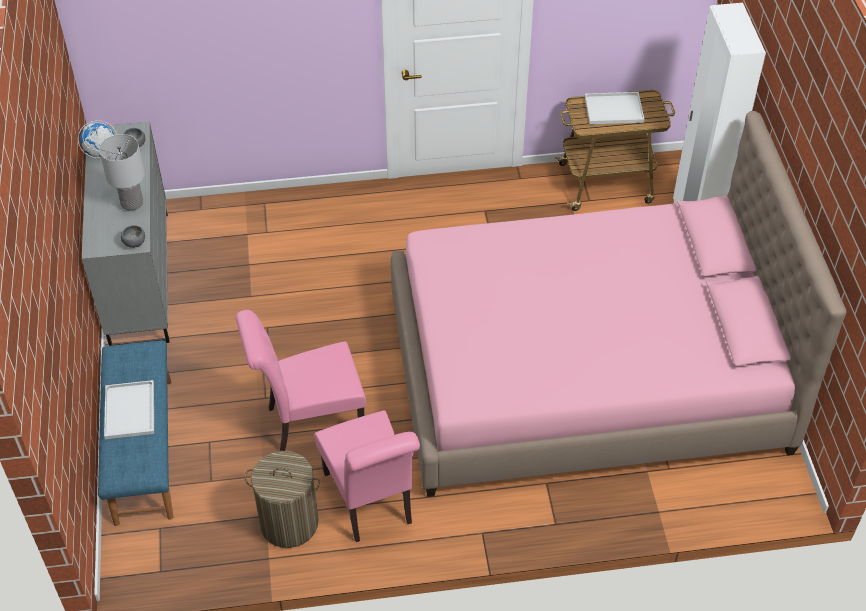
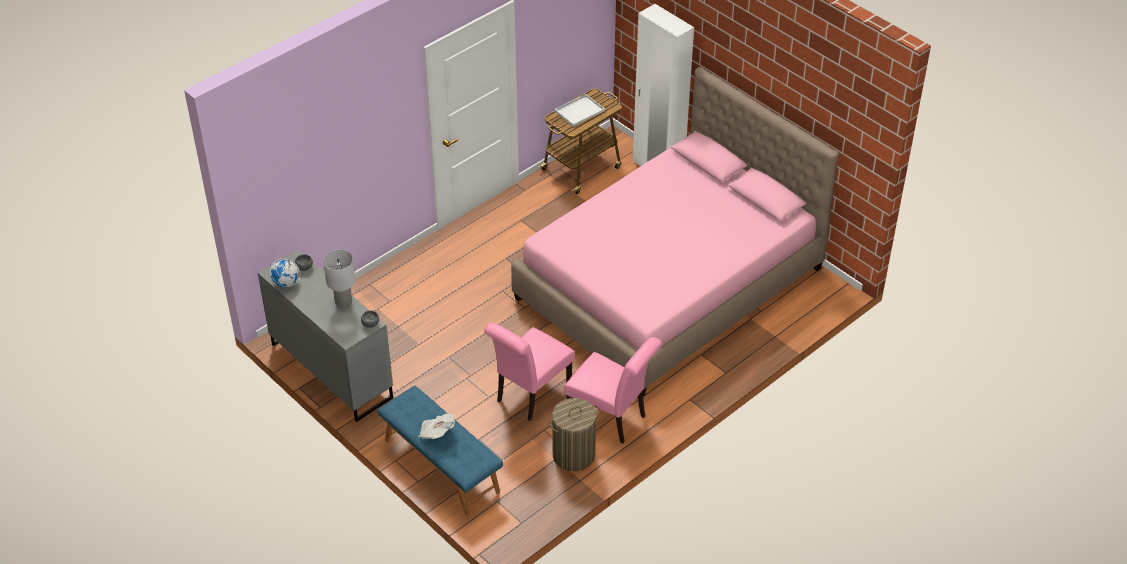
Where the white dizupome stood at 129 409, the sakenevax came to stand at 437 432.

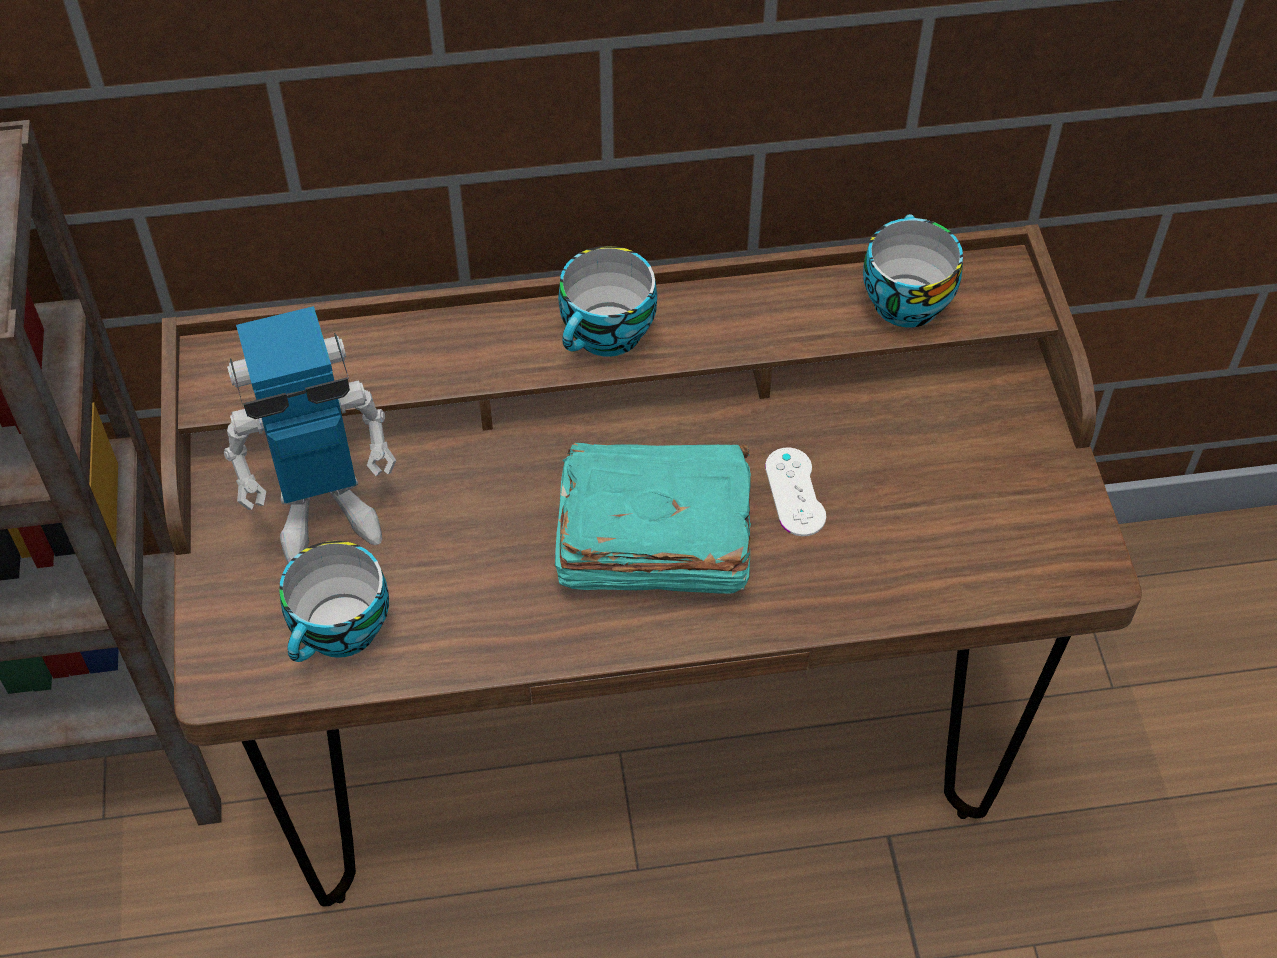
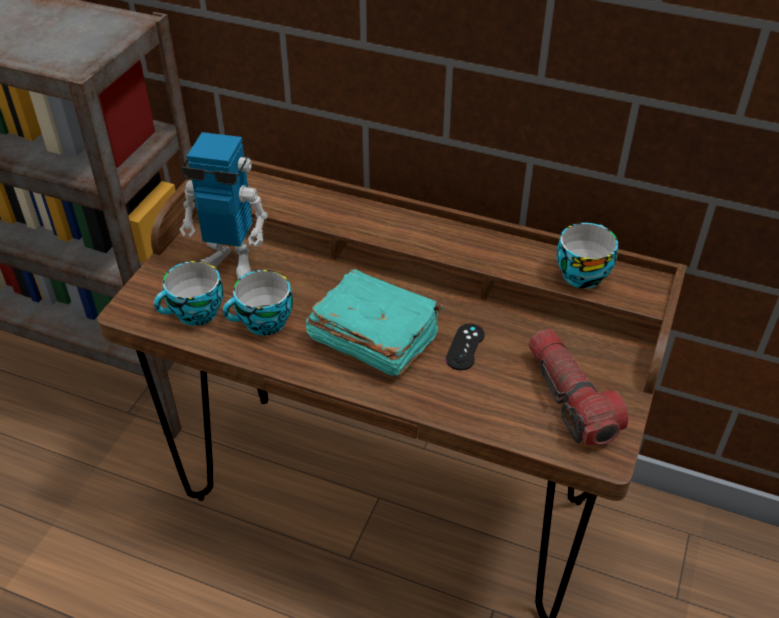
The second view gained the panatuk at 570 398.
The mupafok ended up elsewhere, having gone from 607 336 to 263 323.
What was the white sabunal at 795 492 turned into the black sabunal at 465 347.

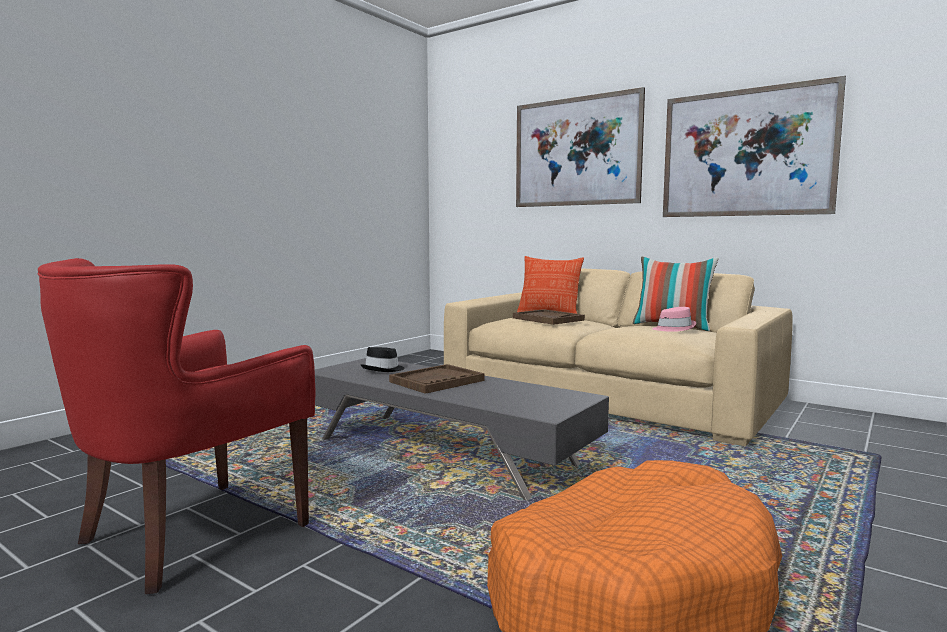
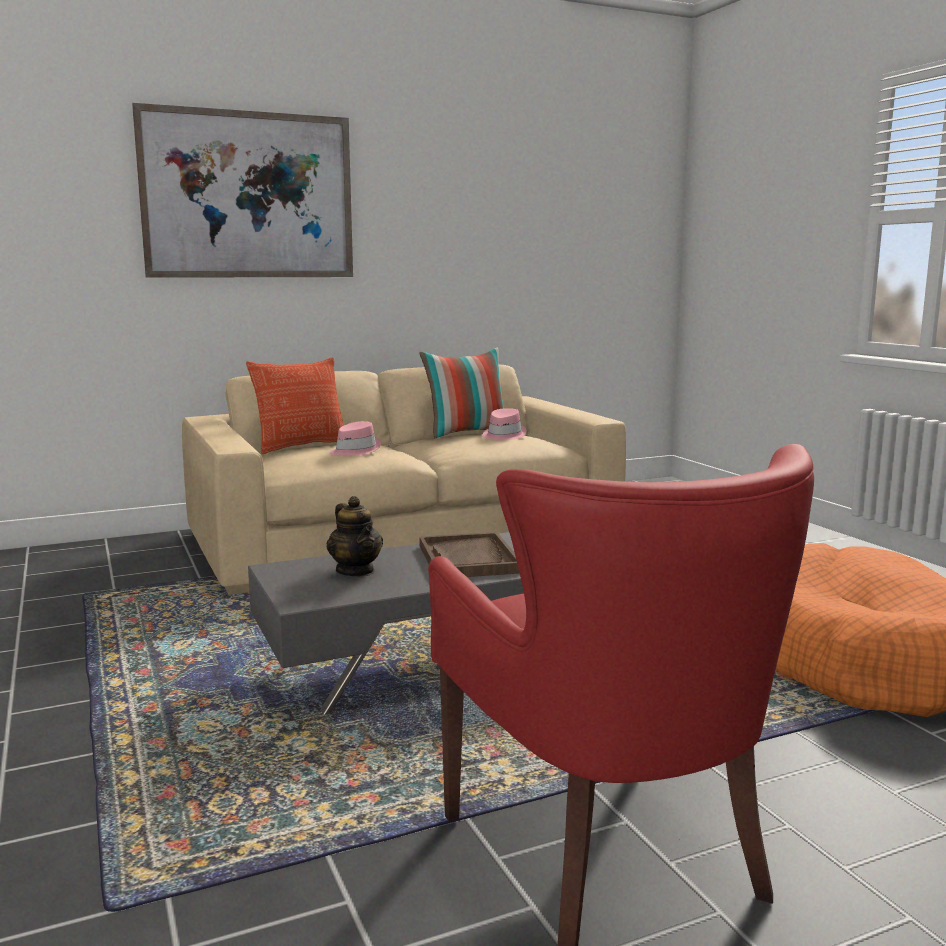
The second view lost the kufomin at 746 153.
Where the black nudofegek stood at 383 369, the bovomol came to stand at 356 571.
Where the brown dizupome stood at 547 319, the pink nudofegek came to stand at 354 451.

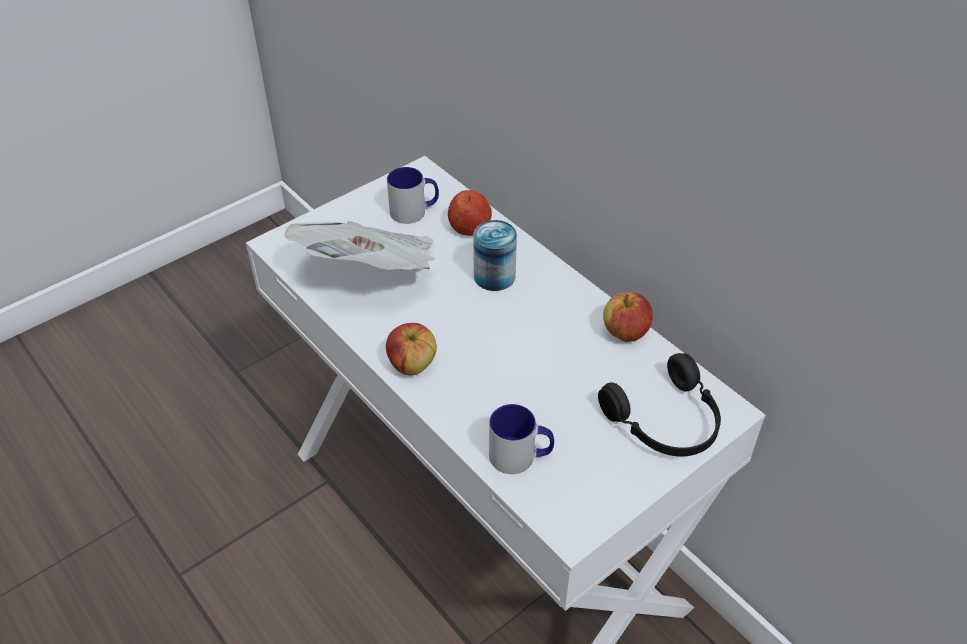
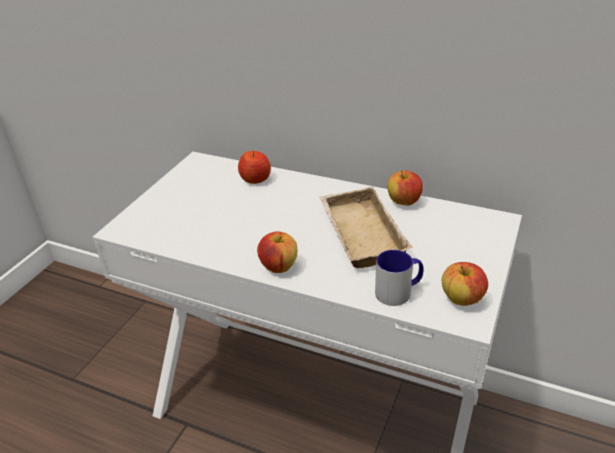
The second view lost the sakenevax at 372 273.
The second view lost the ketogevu at 414 211.
The second view lost the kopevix at 494 276.
The second view lost the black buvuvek at 666 422.
The second view gained the beige dizupome at 358 233.
The second view gained the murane at 462 299.

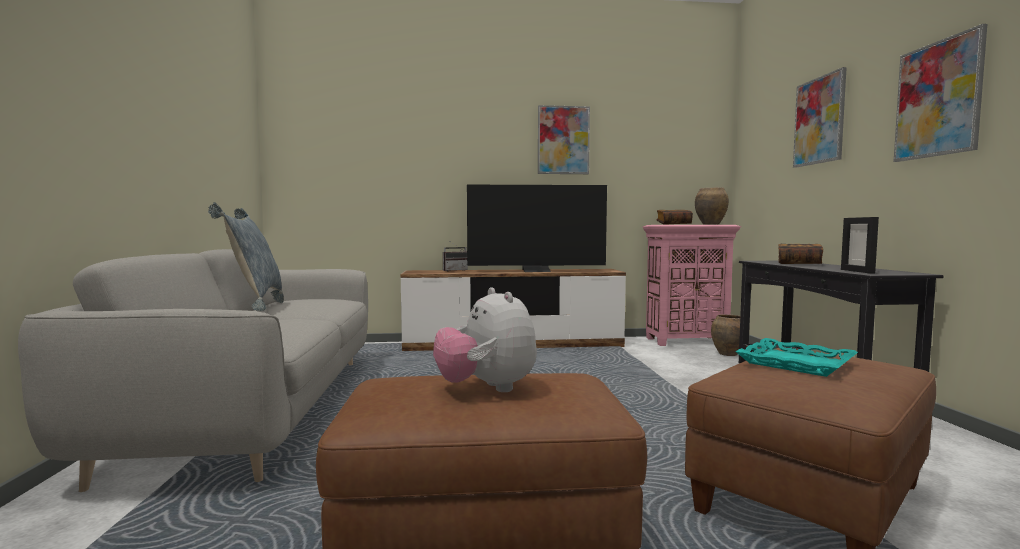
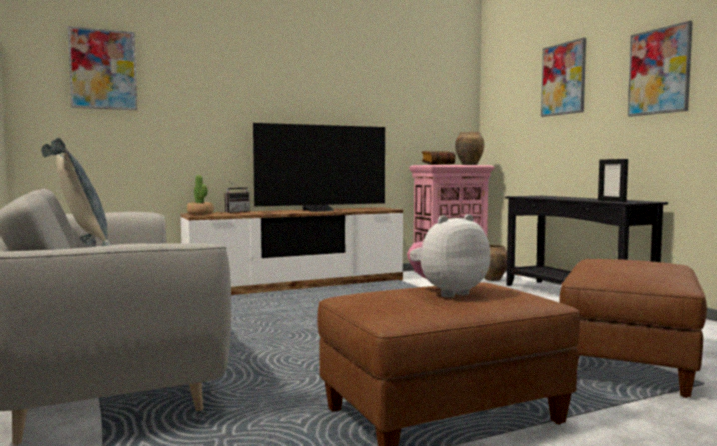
The second view lost the turquoise dizupome at 795 363.
The second view lost the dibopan at 799 263.
The second view gained the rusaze at 200 214.
The kufomin ended up elsewhere, having gone from 563 140 to 103 69.
The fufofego at 486 388 ended up facing another way, 105 degrees clockwise from before.

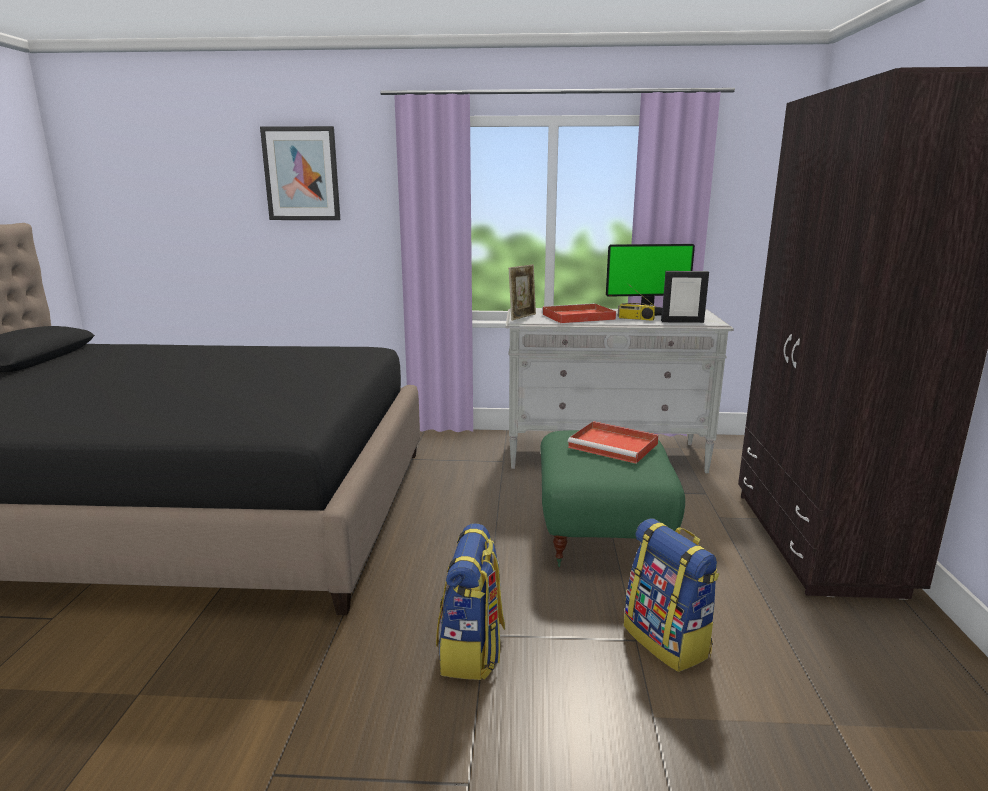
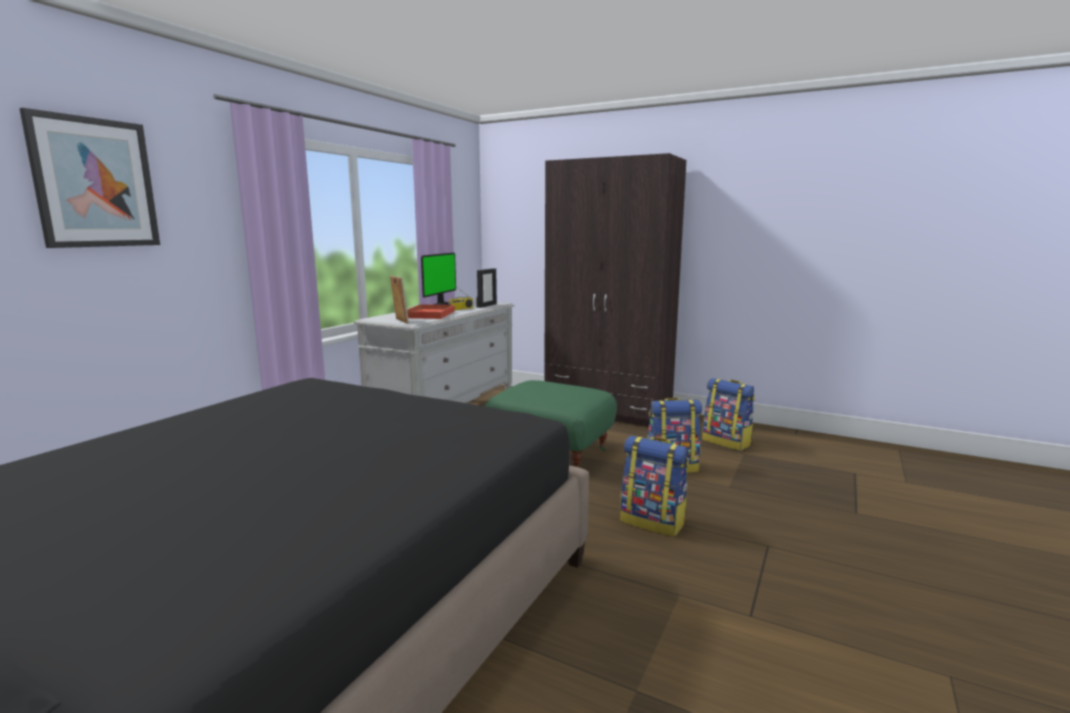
The second view lost the red dizupome at 615 446.
The second view gained the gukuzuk at 727 442.

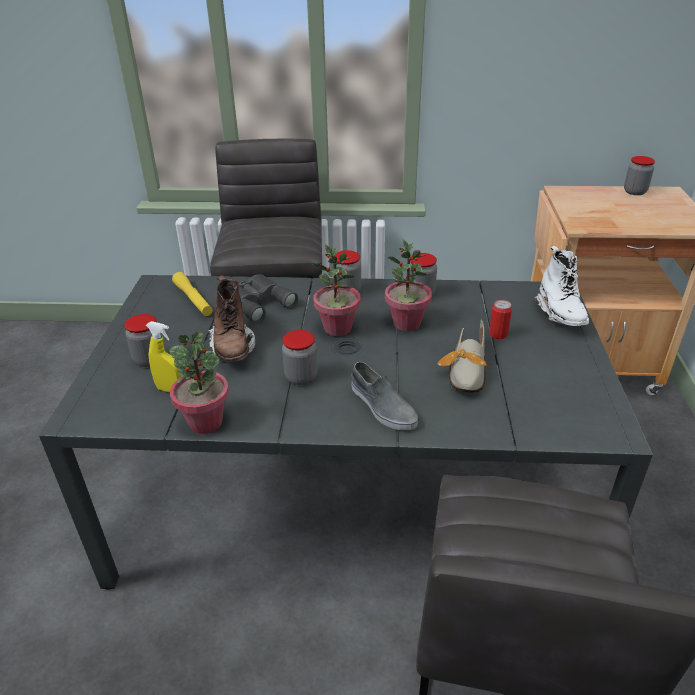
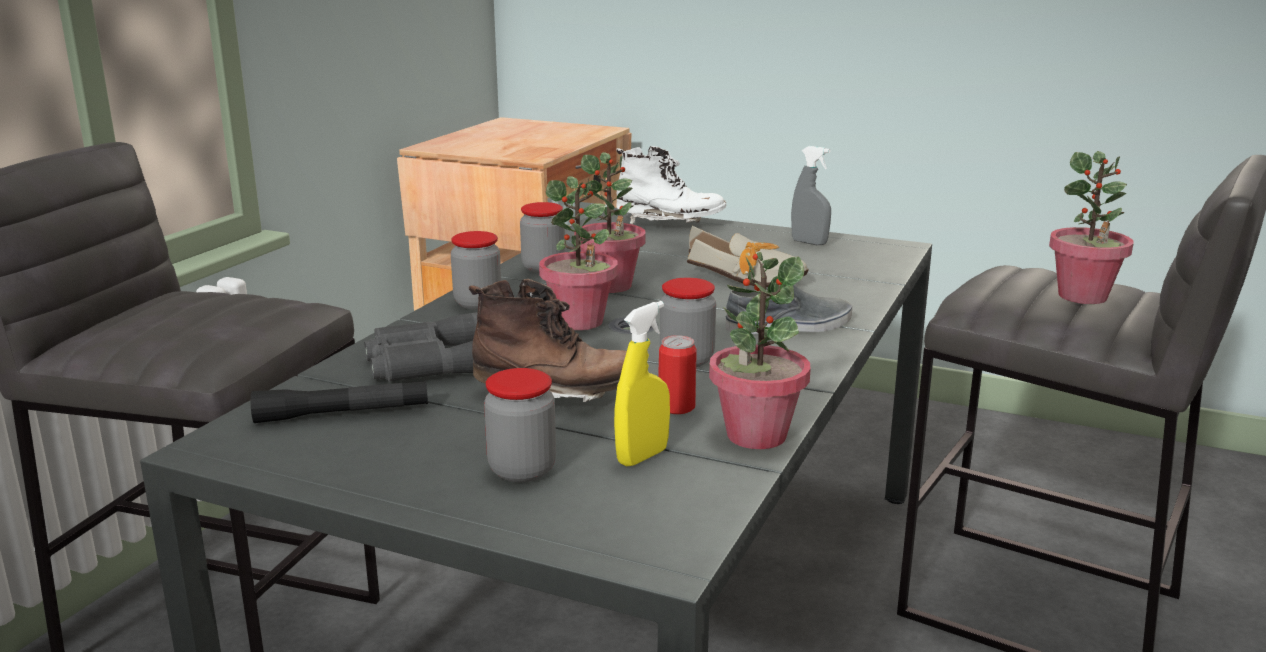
The second view lost the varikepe at 634 192.
The second view gained the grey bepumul at 809 242.
The second view gained the rusaze at 1083 296.
The kopevix ended up elsewhere, having gone from 498 334 to 676 407.
What was the yellow panatuk at 193 300 turned into the black panatuk at 342 414.

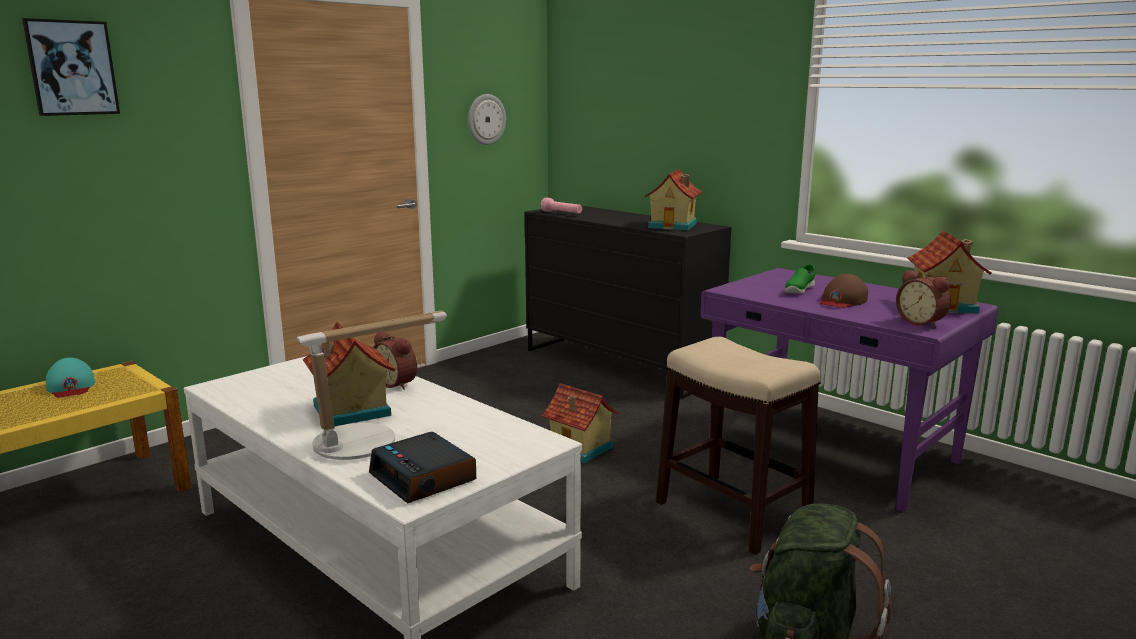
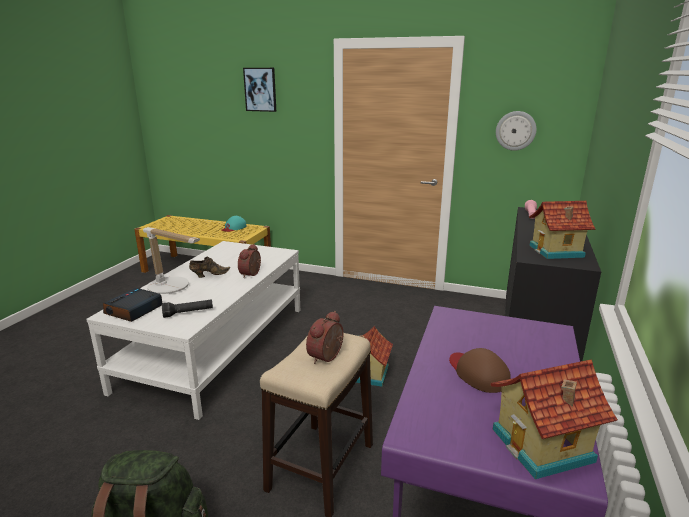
The second view lost the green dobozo at 799 291.
The second view gained the black panatuk at 188 313.
The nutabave ended up elsewhere, having gone from 921 322 to 327 357.
Where the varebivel stood at 349 411, the brown dobozo came to stand at 209 275.
The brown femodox at 842 301 ended up facing another way, 45 degrees clockwise from before.

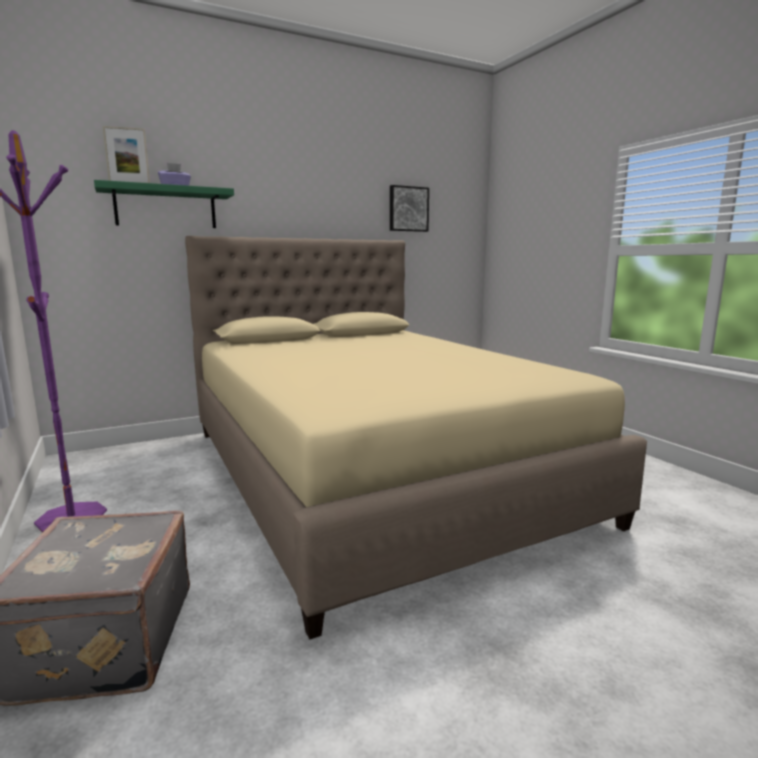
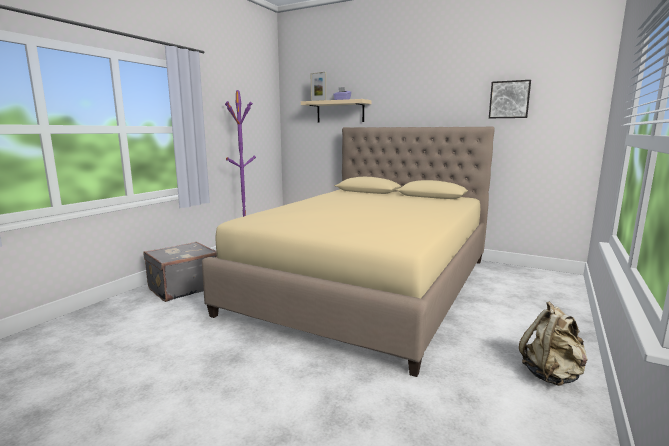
The second view gained the beige gukuzuk at 551 375.
What was the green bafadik at 166 208 turned into the beige bafadik at 340 111.

